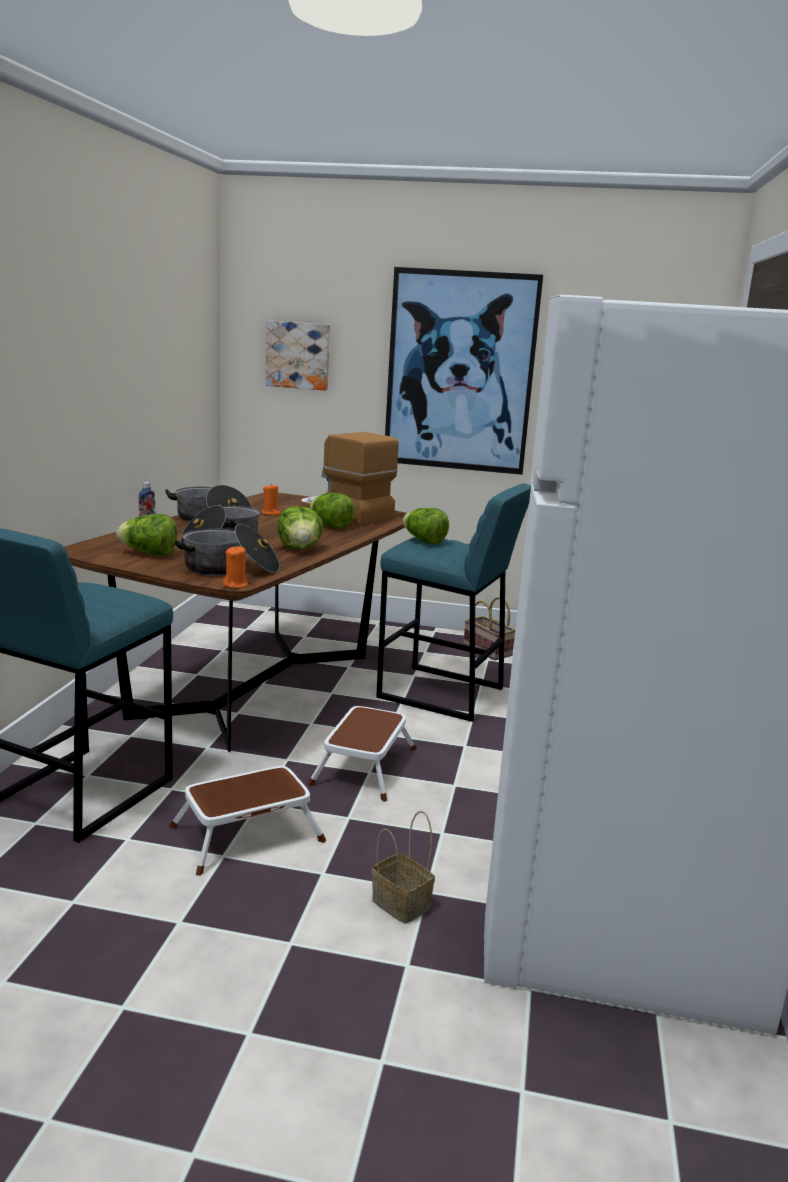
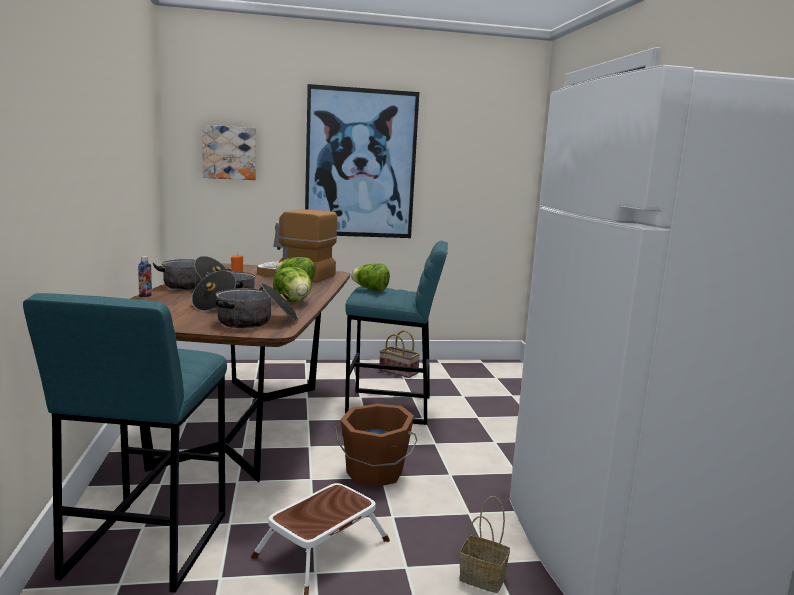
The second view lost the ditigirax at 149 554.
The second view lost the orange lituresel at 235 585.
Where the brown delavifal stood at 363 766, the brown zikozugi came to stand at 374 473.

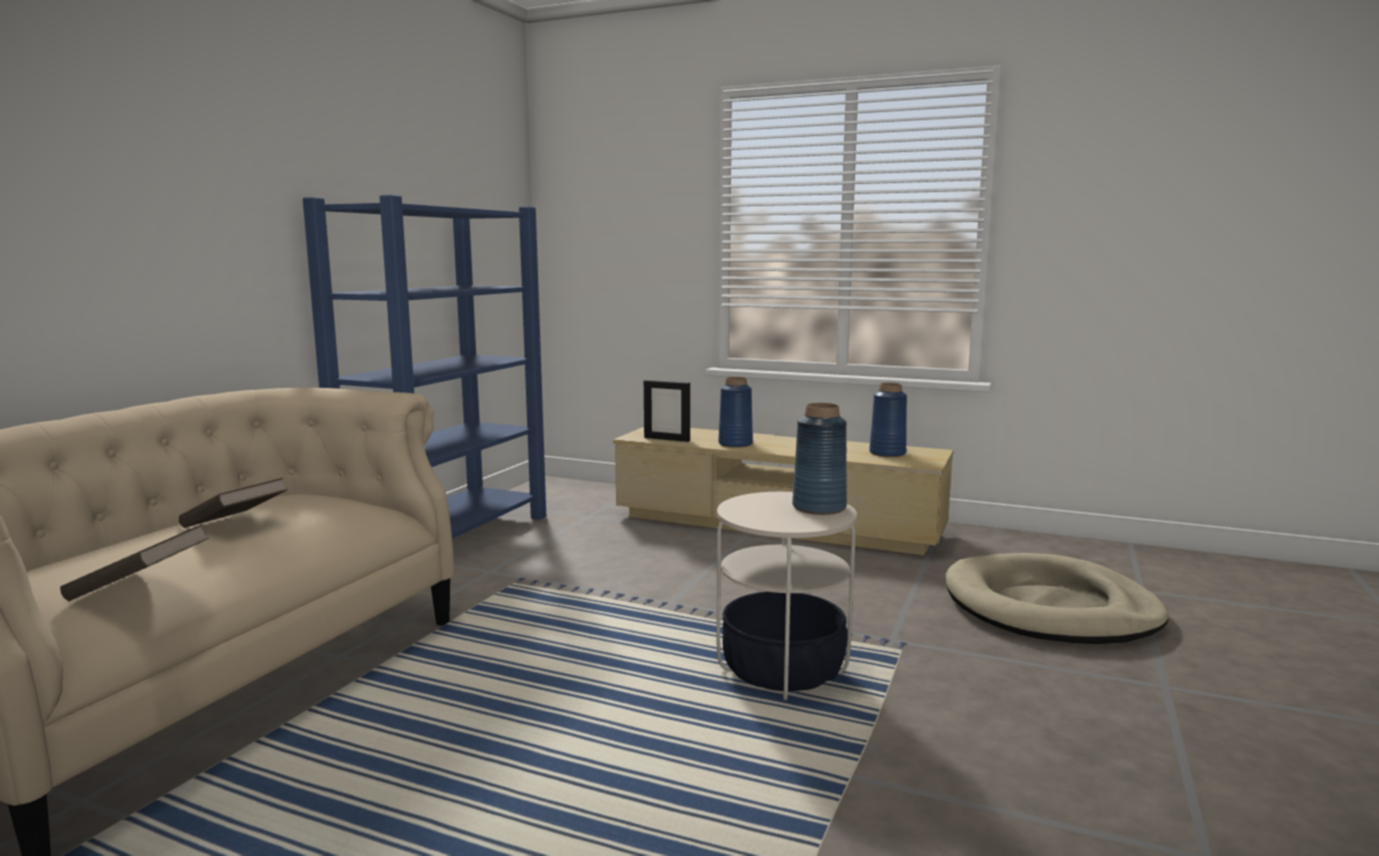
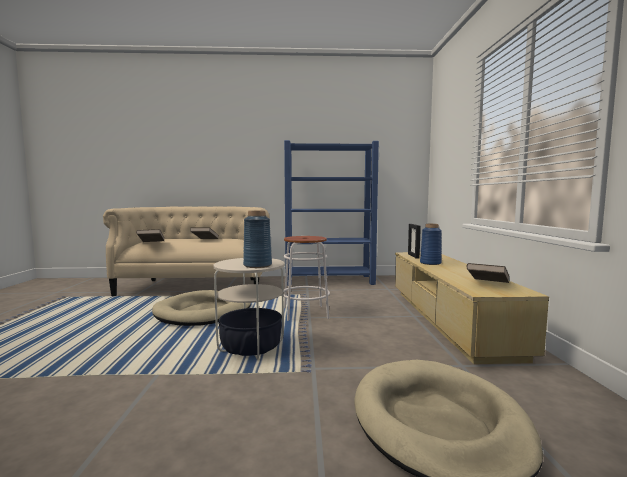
The second view gained the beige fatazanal at 203 312.
The second view gained the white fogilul at 305 313.
Where the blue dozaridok stood at 887 453, the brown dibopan came to stand at 487 284.

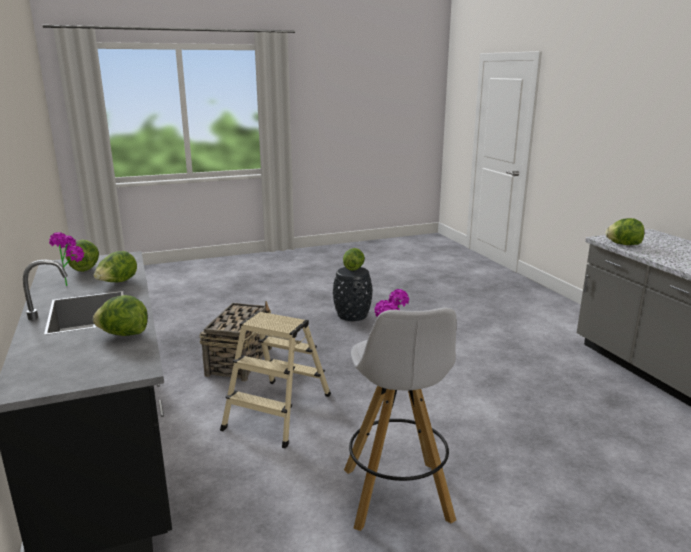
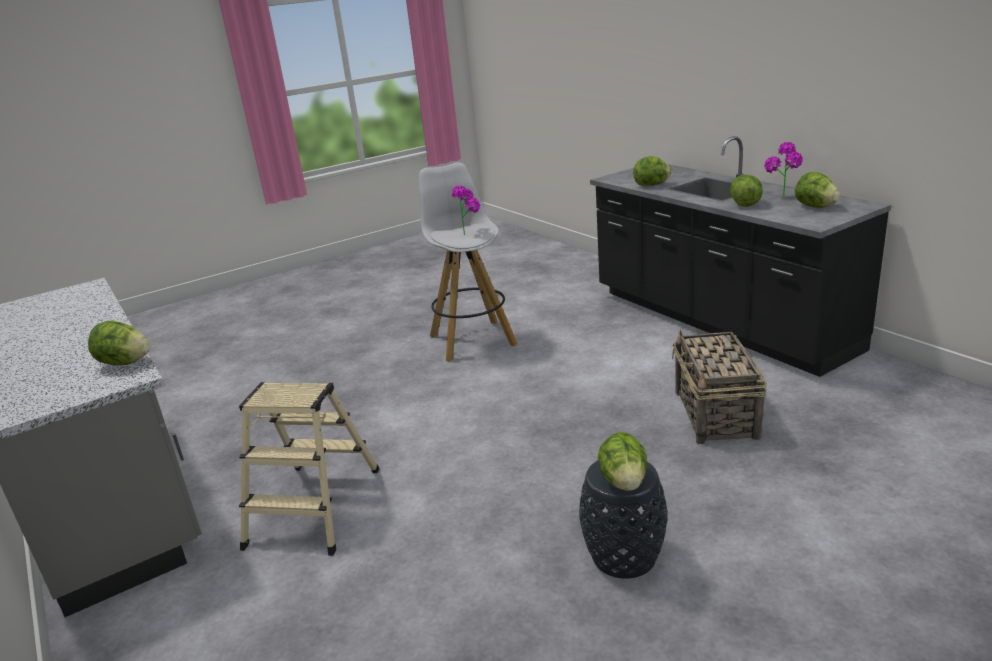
The beige delavifal ended up elsewhere, having gone from 278 411 to 314 506.

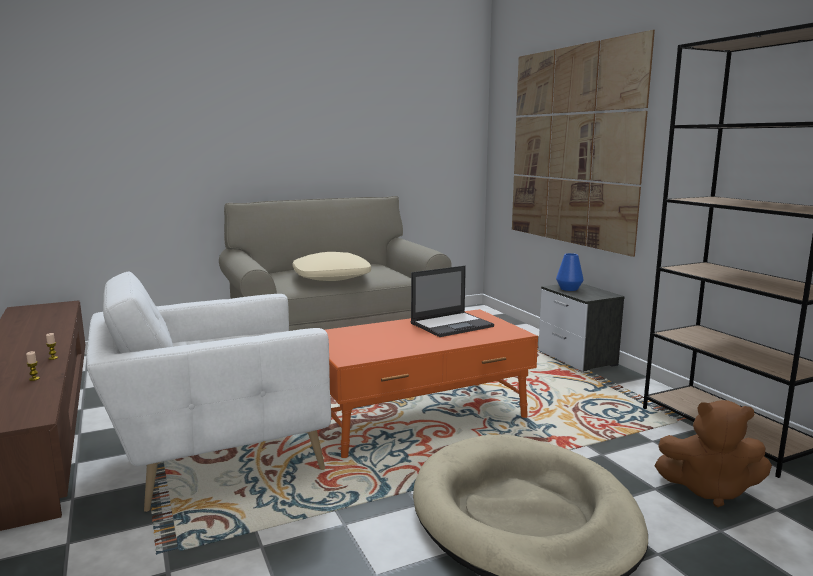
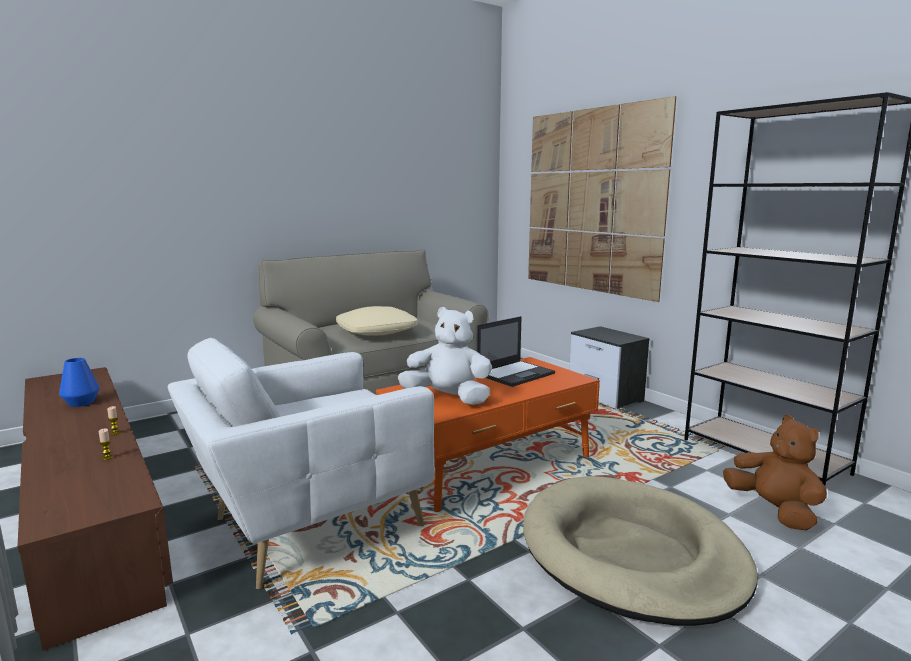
The second view gained the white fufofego at 448 398.
The blue dozaridok ended up elsewhere, having gone from 569 289 to 81 403.
The brown fufofego at 709 489 ended up facing another way, 120 degrees counterclockwise from before.

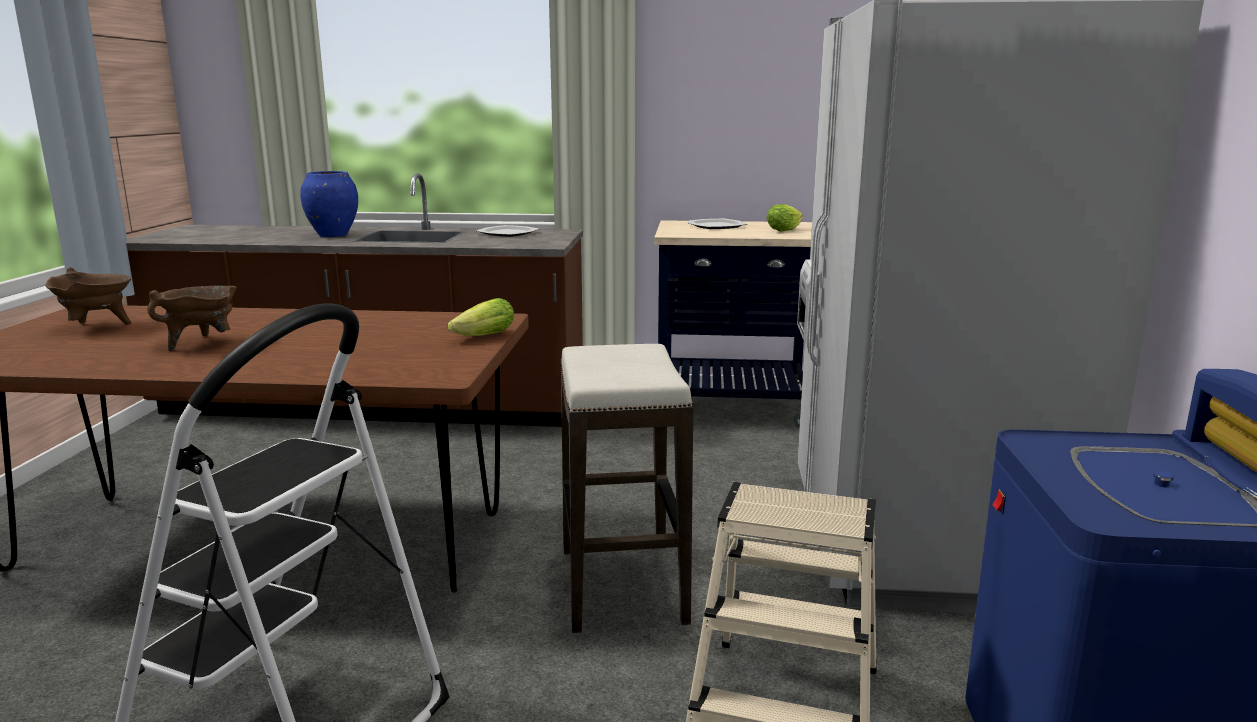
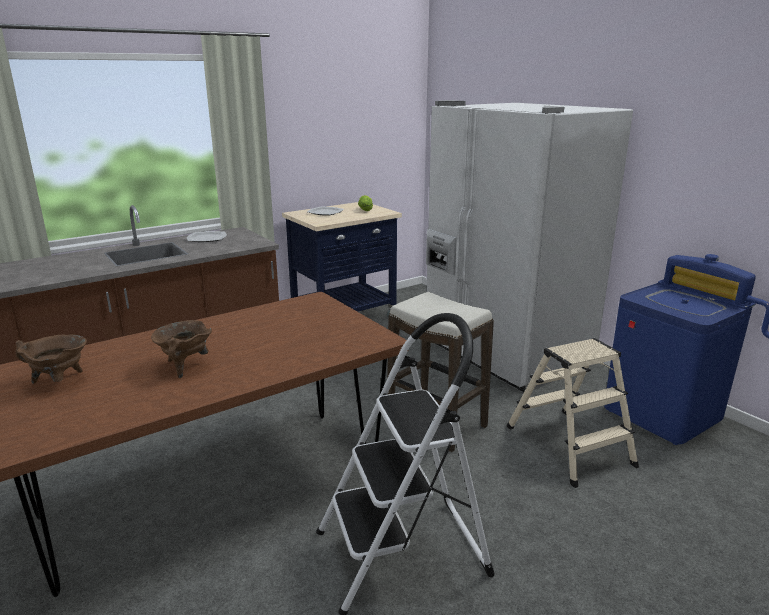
The second view lost the blue dozaridok at 332 235.
The second view lost the ditigirax at 481 337.

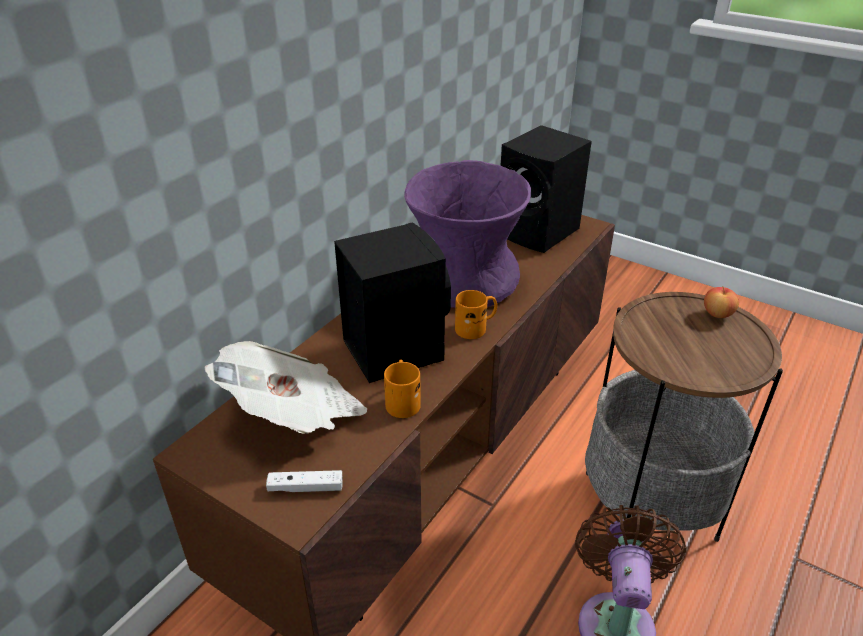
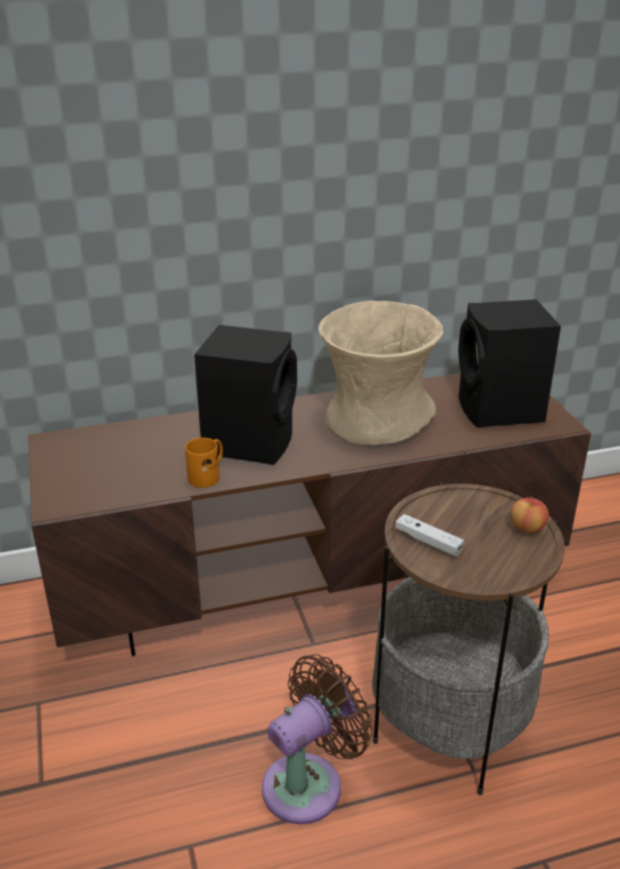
The second view lost the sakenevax at 295 414.
The second view lost the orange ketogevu at 476 327.
The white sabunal ended up elsewhere, having gone from 305 488 to 428 541.
What was the purple dozaridok at 464 279 turned into the beige dozaridok at 376 419.

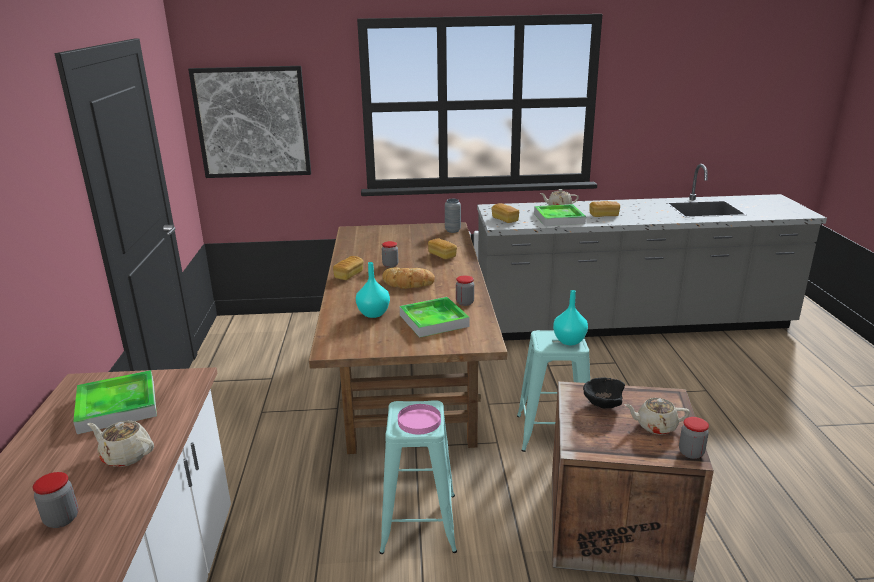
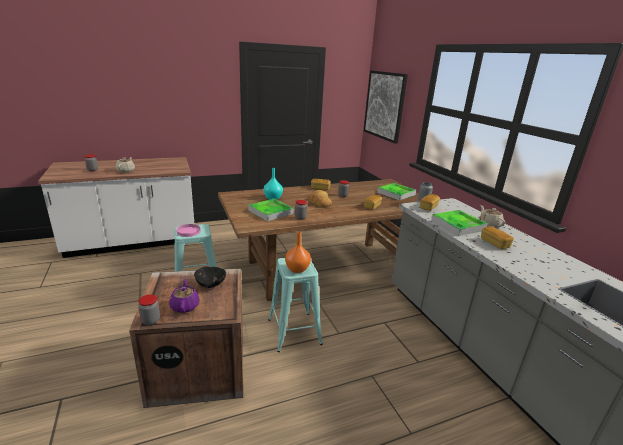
The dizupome ended up elsewhere, having gone from 117 406 to 396 193.
What was the turquoise dozaridok at 569 341 turned into the orange dozaridok at 296 269.
What was the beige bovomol at 655 426 turned into the purple bovomol at 185 306.

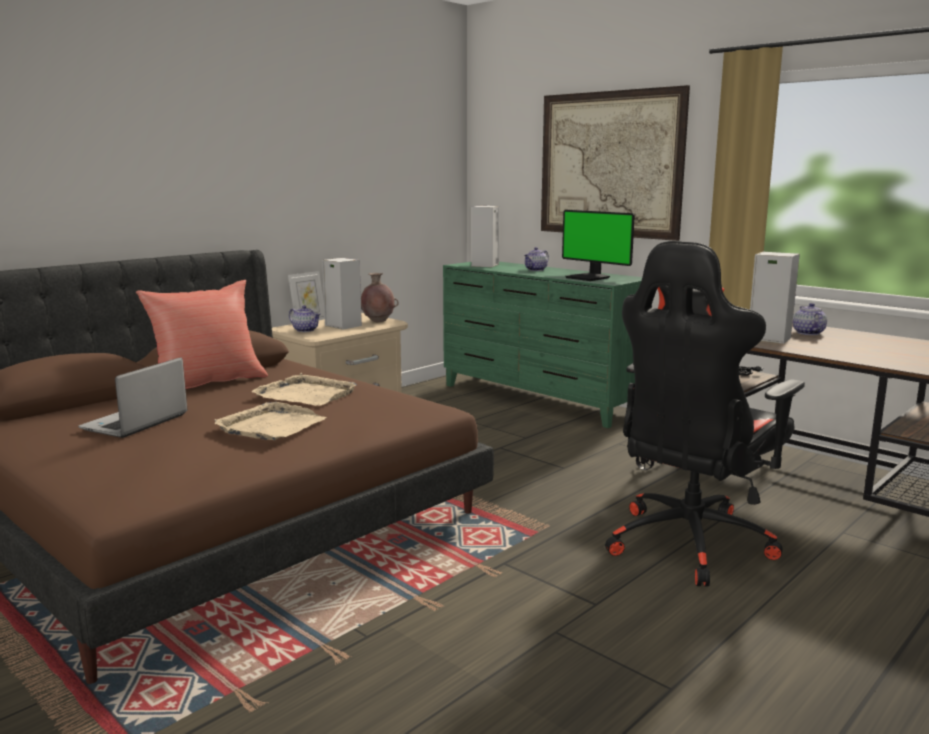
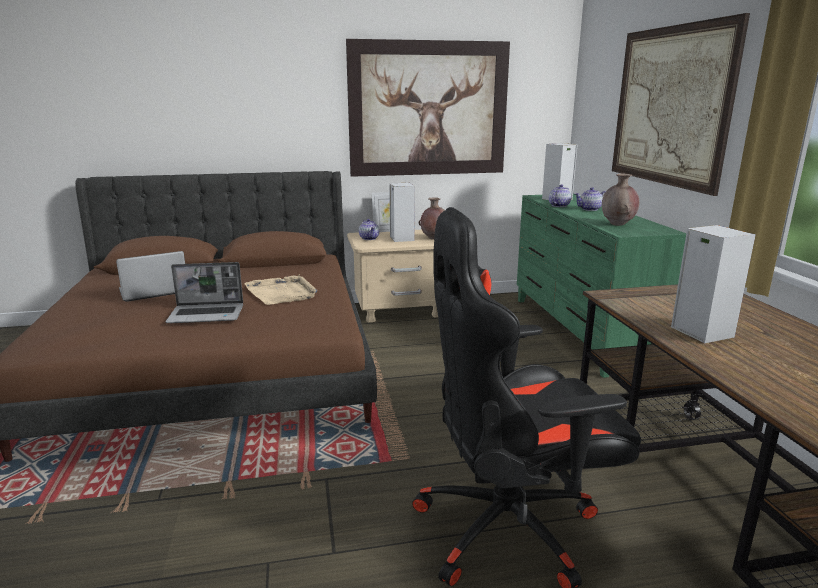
The second view lost the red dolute at 207 382.
The second view gained the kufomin at 428 109.
The bovomol ended up elsewhere, having gone from 807 333 to 558 205.
Where the beige dizupome stood at 271 426, the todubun came to stand at 207 314.
Where the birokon stood at 589 278, the brown dozaridok came to stand at 618 224.

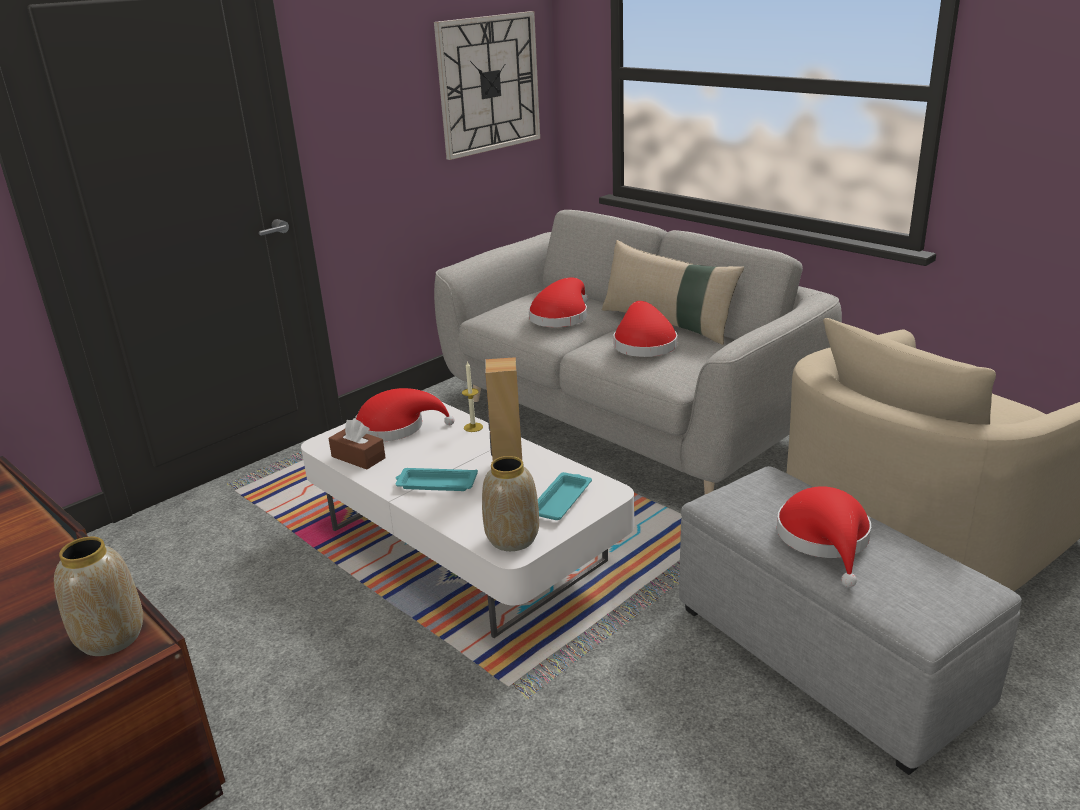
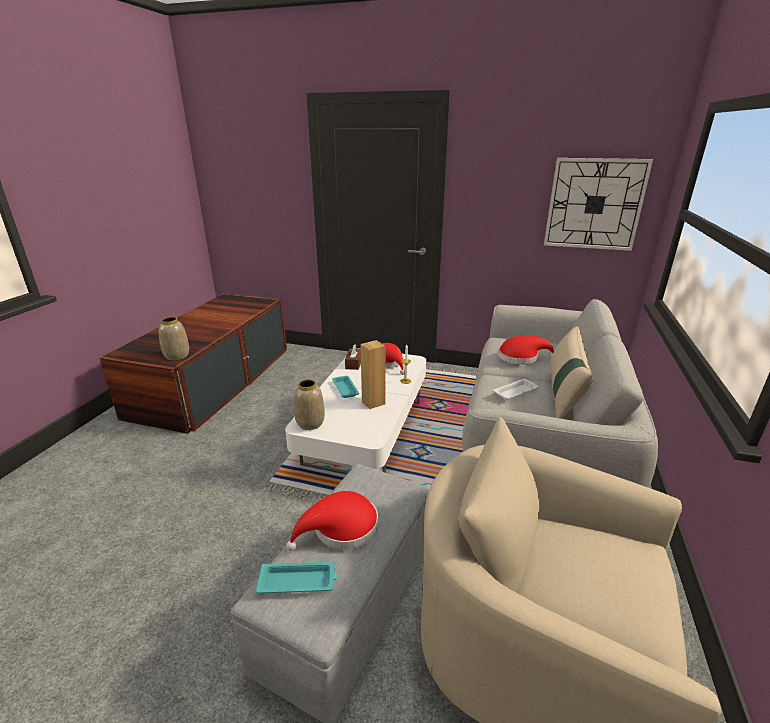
The turquoise dizupome ended up elsewhere, having gone from 561 500 to 298 581.
Where the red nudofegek stood at 643 344, the white dizupome came to stand at 516 392.

